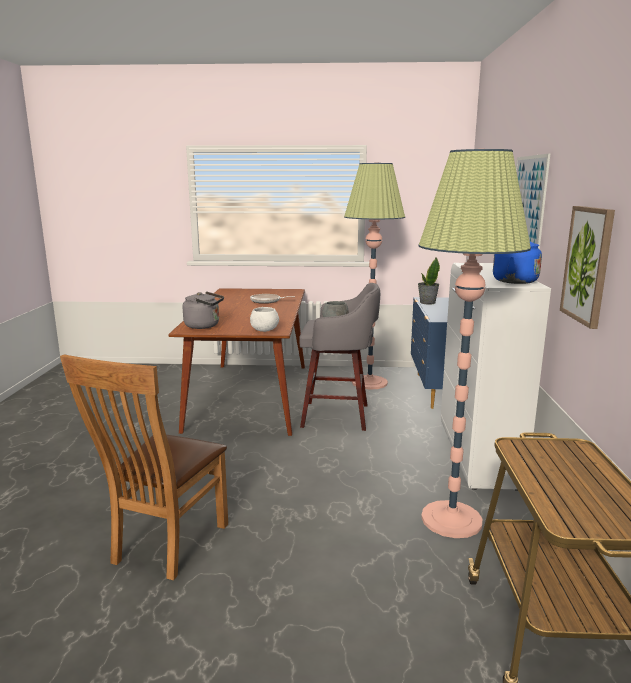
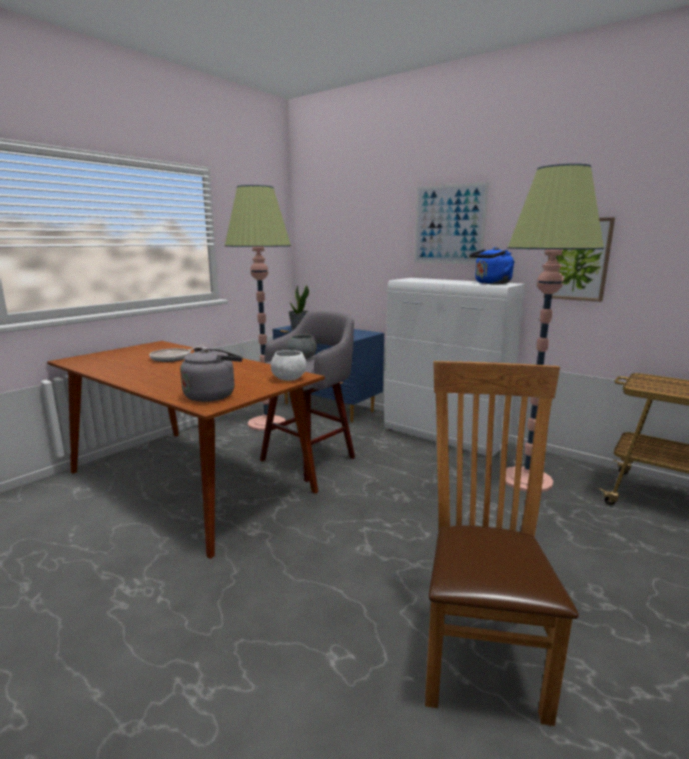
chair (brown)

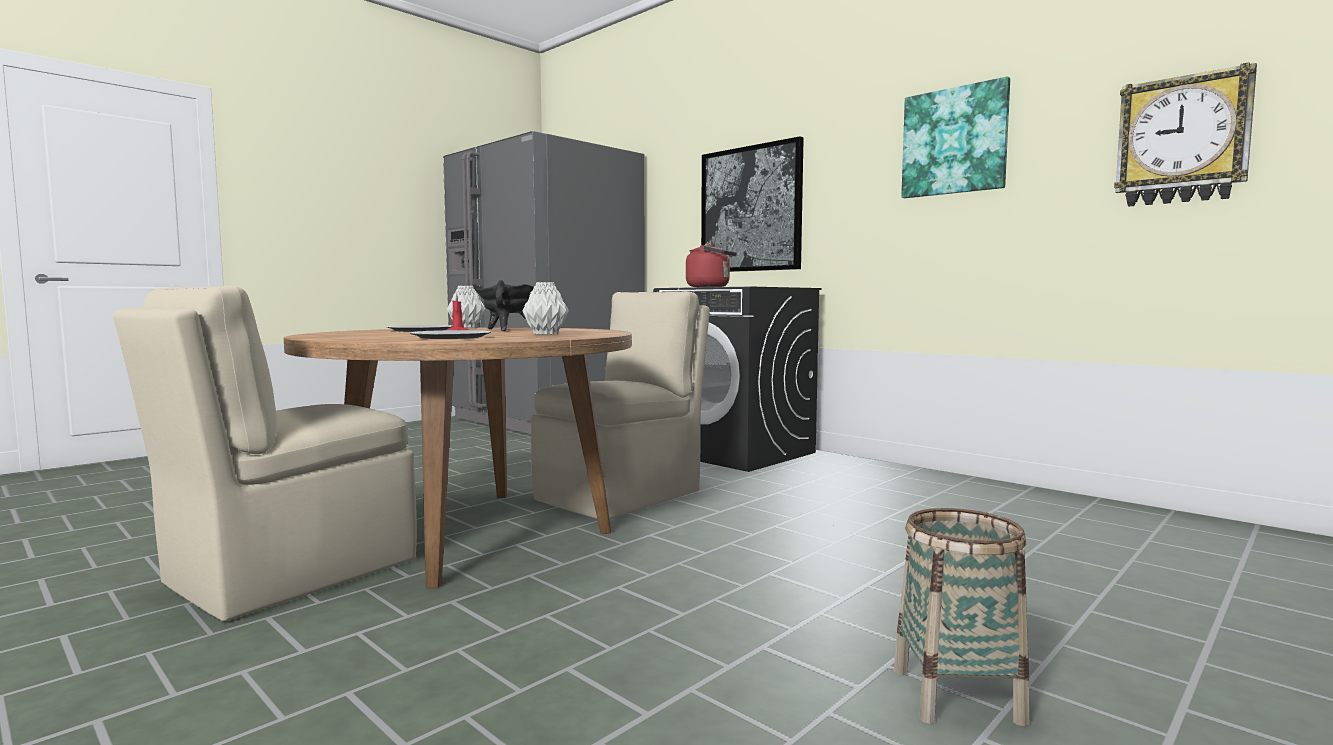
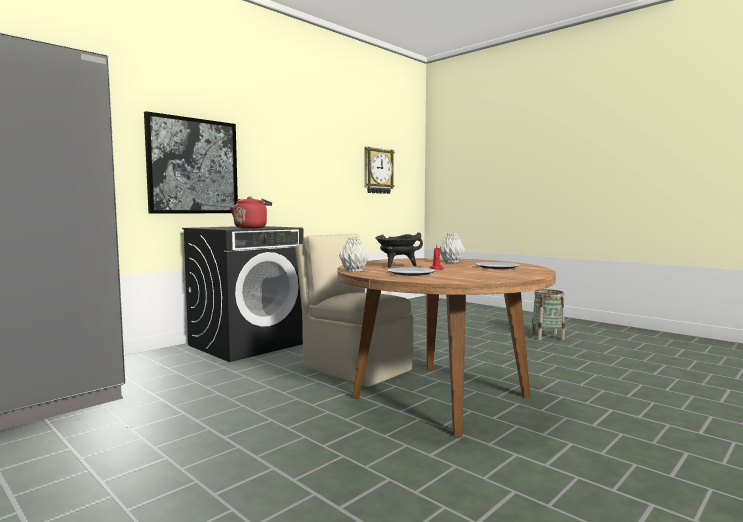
chair (beige) (1st from left in the first image)
picture (2nd from left in the first image)

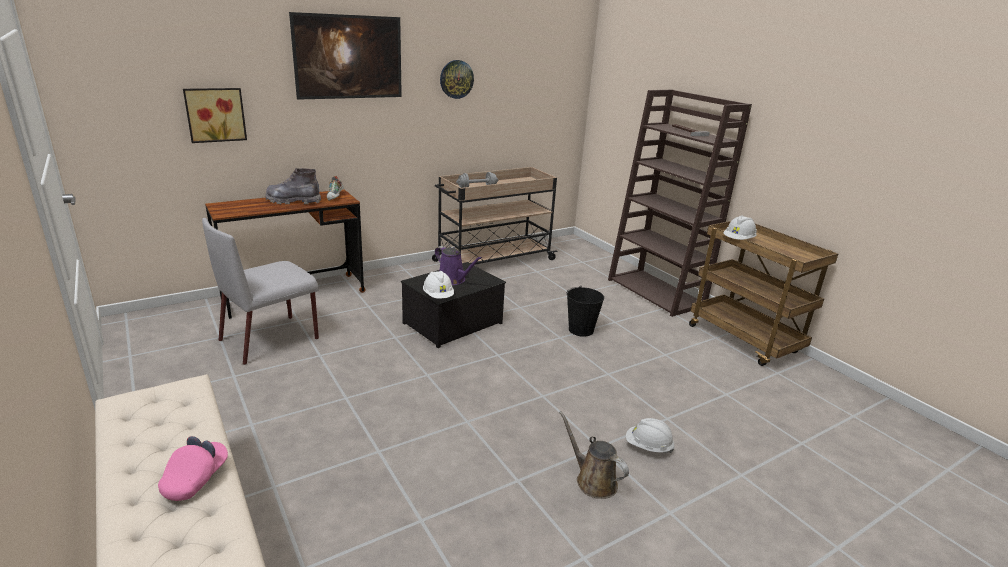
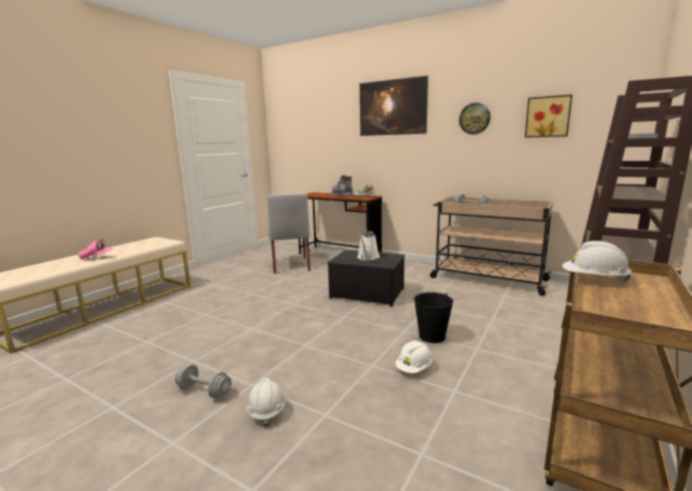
picture (2nd from left)
hard hat (white) (2nd from left)
dumbbell (grey) (1st from left)
watering can (white)
chair (grey)

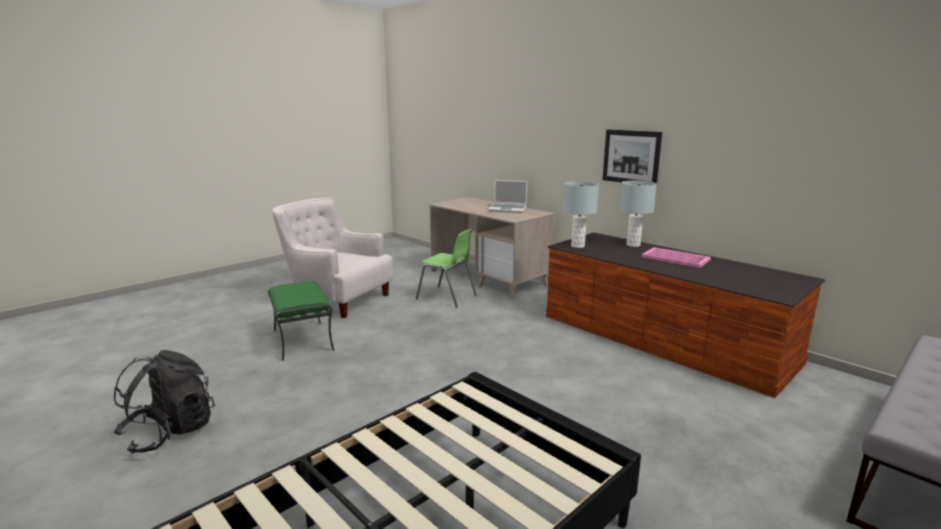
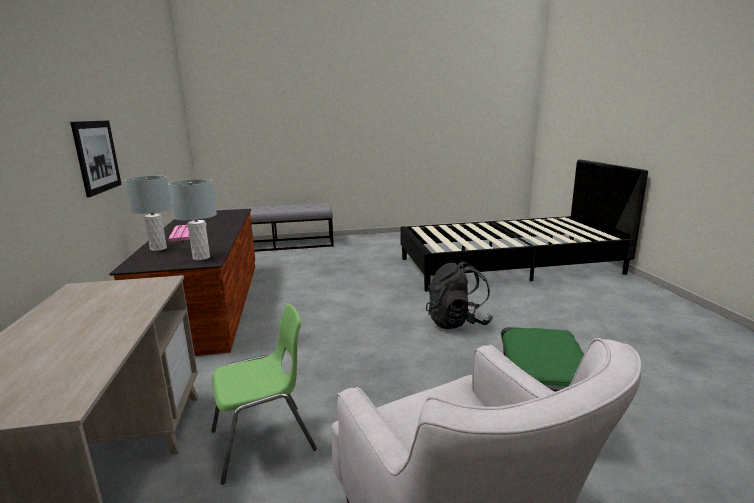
laptop
backpack (black)
chair (green)

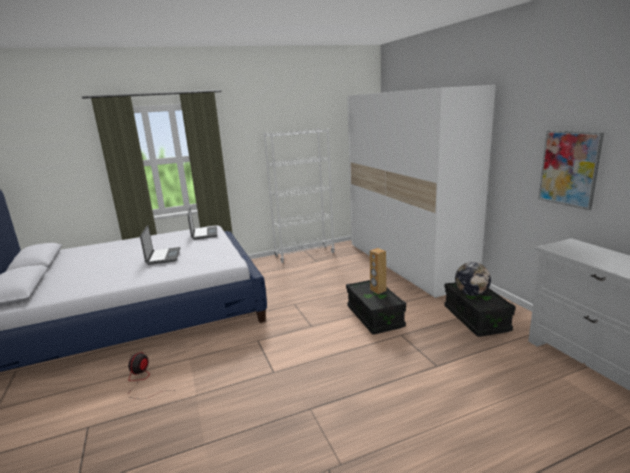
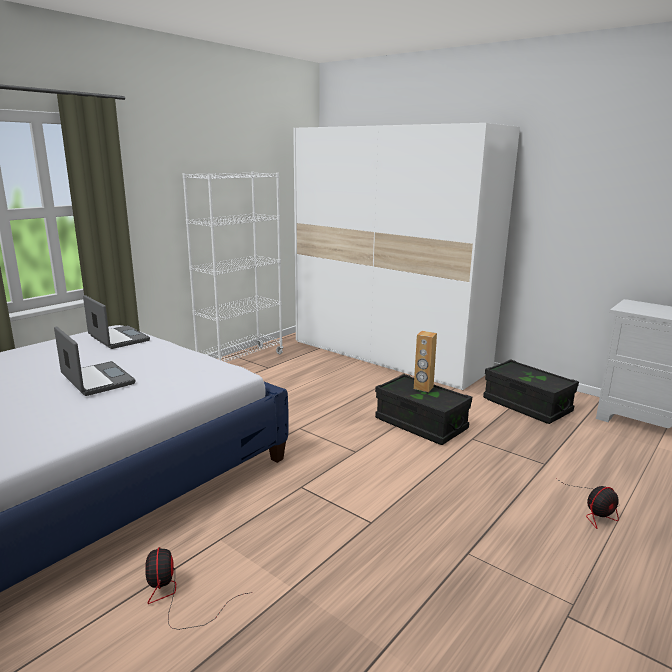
globe
picture
fan (2nd from left)

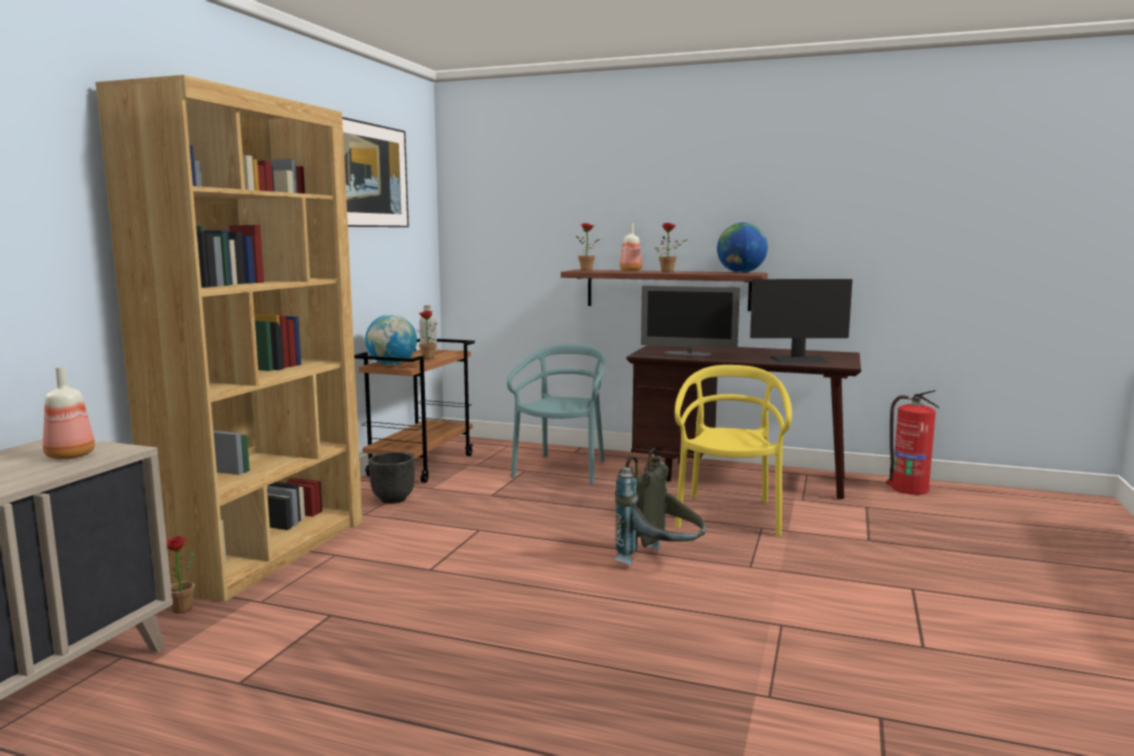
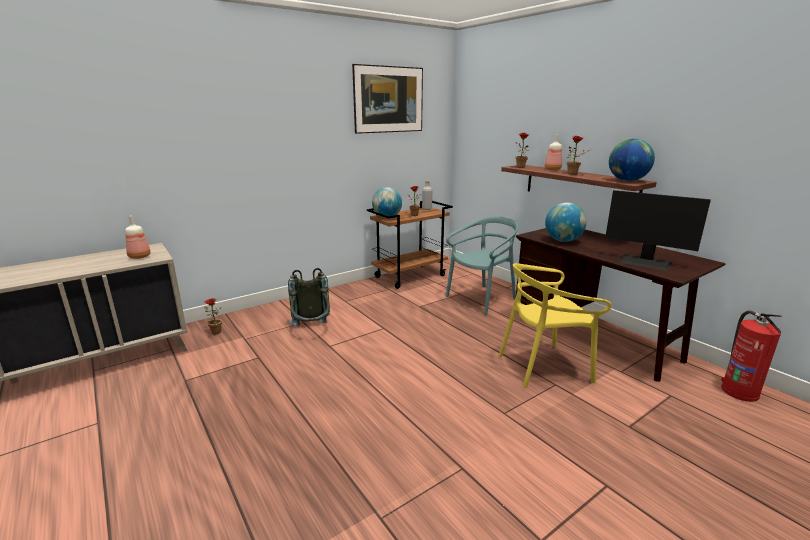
bookcase (brown)
planter (black)
backpack (grey)
globe (2nd from left)
chair (yellow)

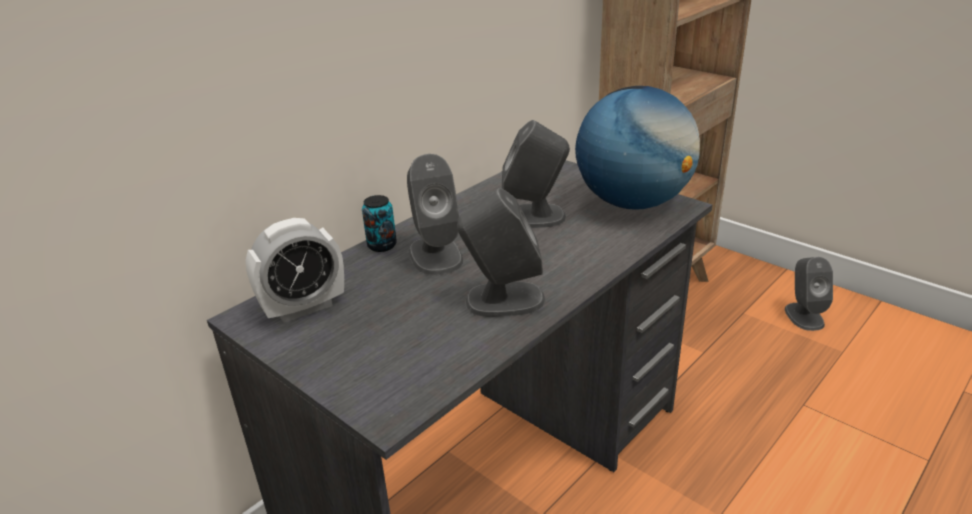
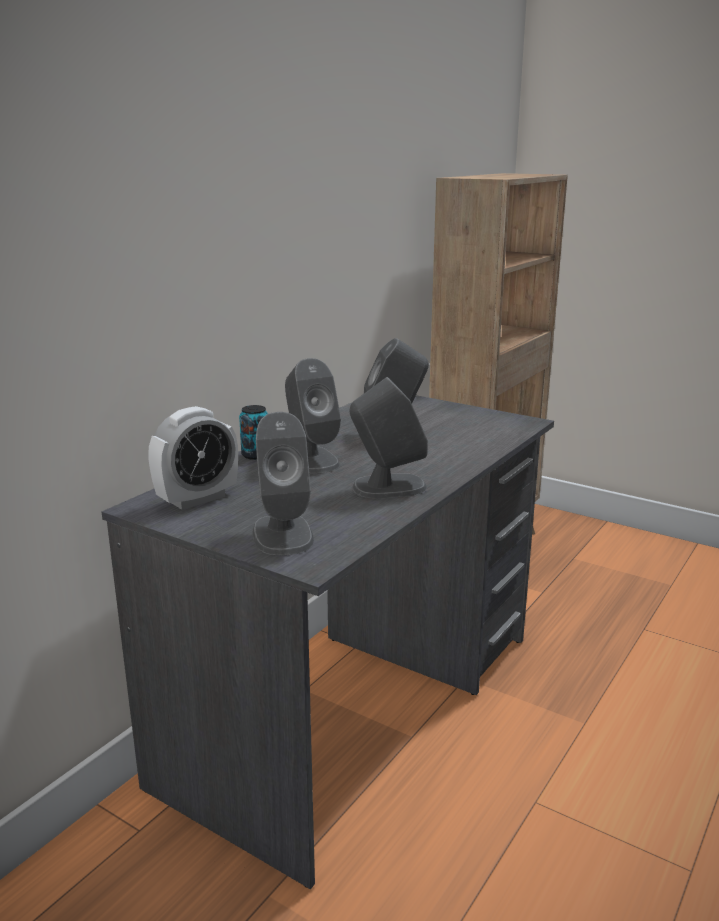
globe
speaker (grey) (1st from left)

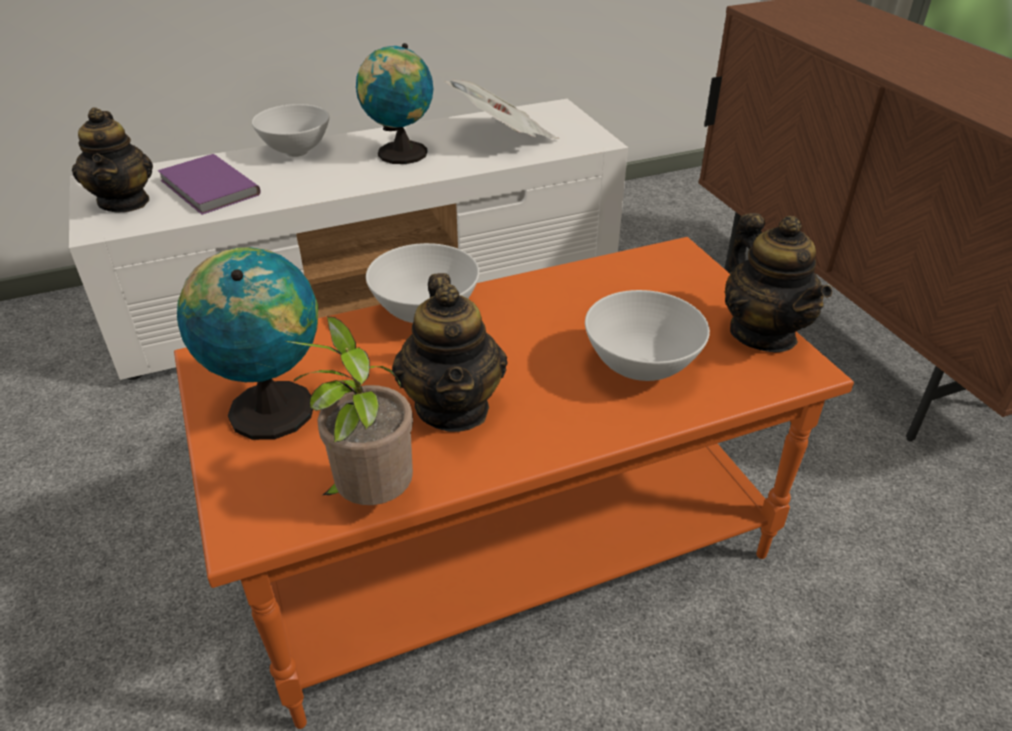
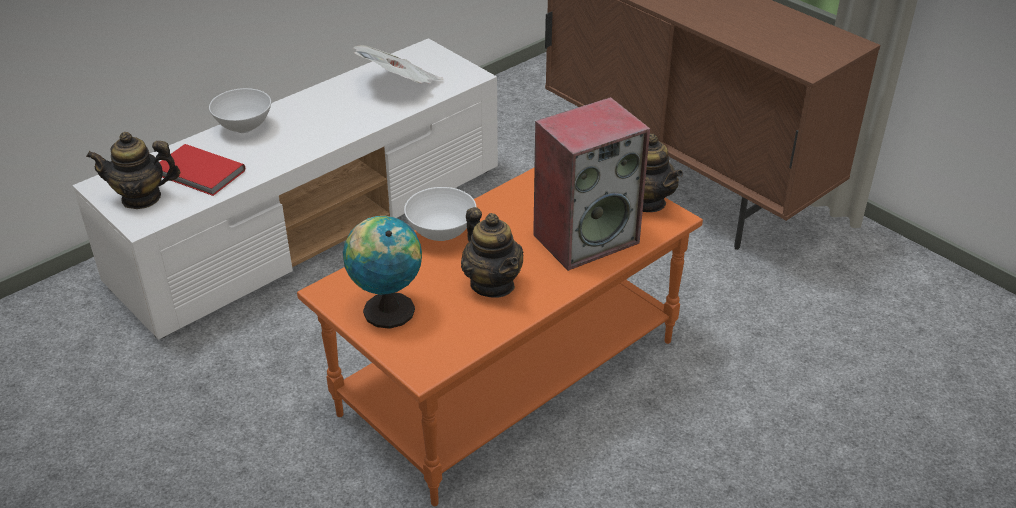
potted plant
globe (2nd from left in the first image)
speaker
book (red)
teapot (1st from left)

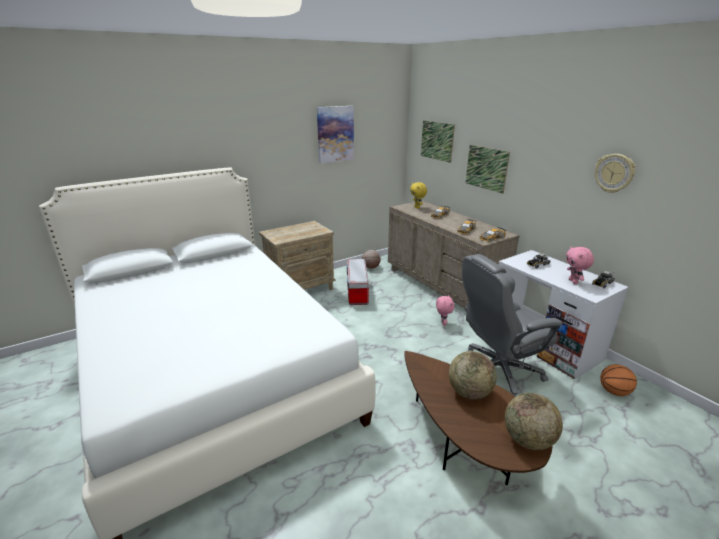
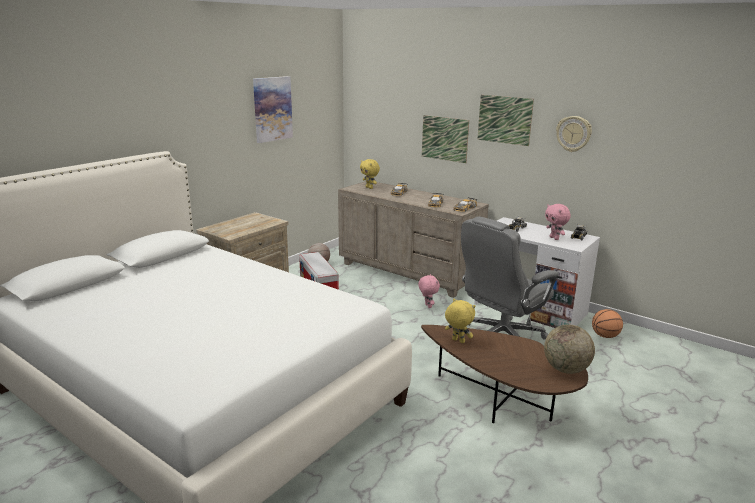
globe (1st from left in the first image)
plush toy (yellow) (2nd from left)
picture (3rd from left)

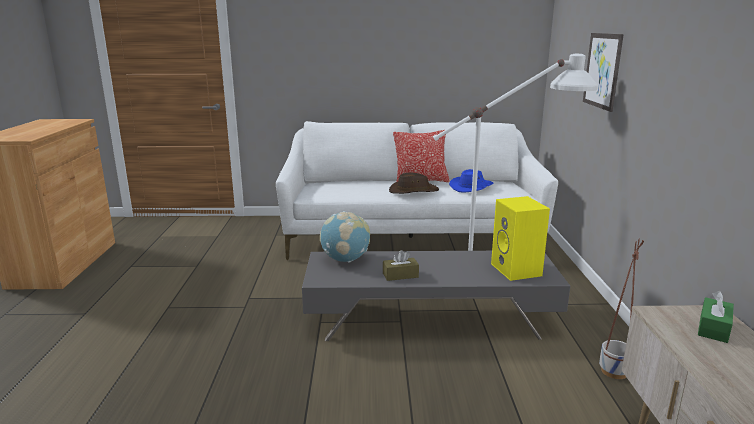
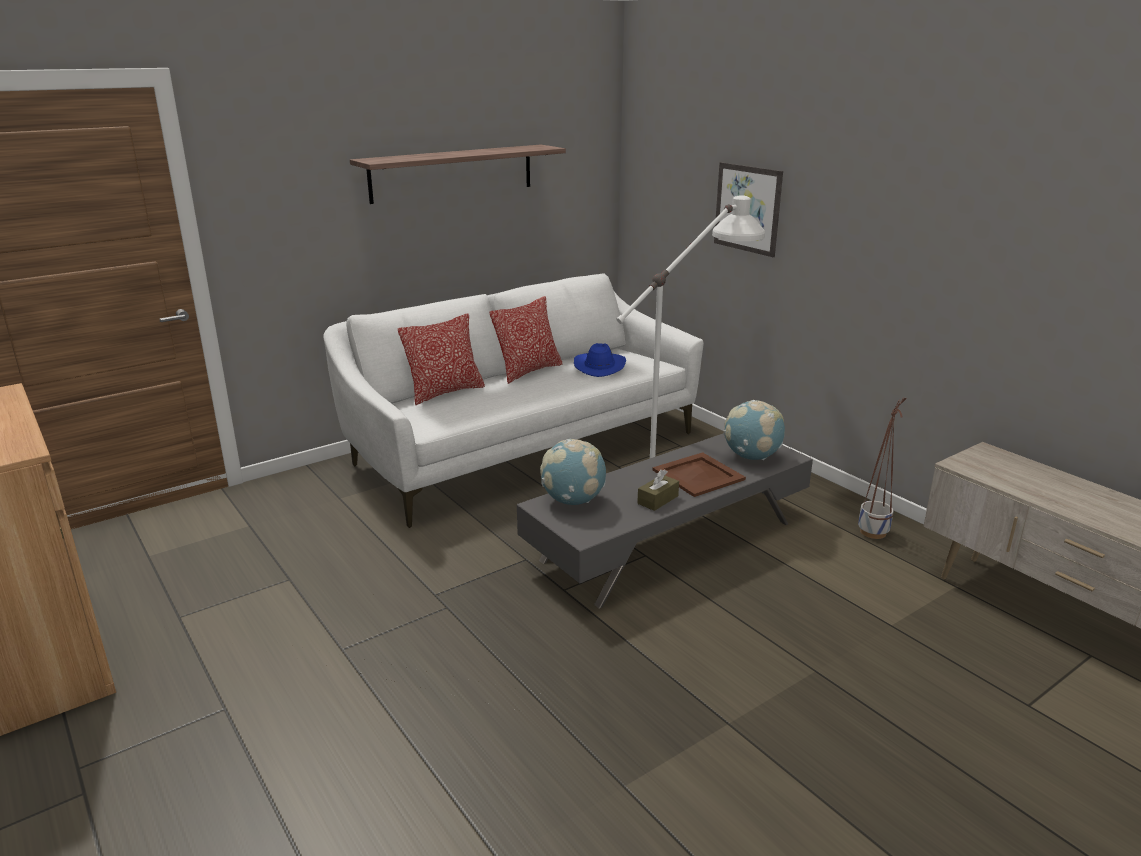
hat (brown)
tissue box (green)
shelf
pillow (1st from left)
tray (brown)
globe (2nd from left)

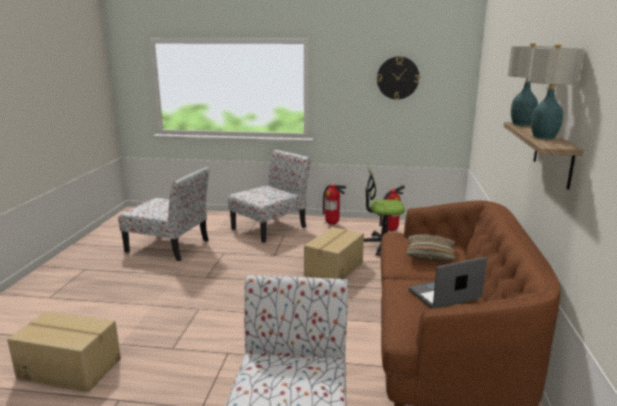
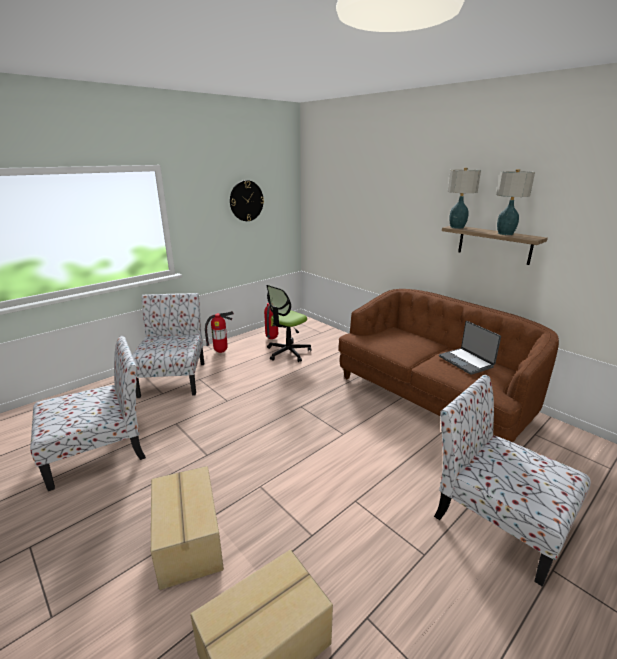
pillow
cardboard box (1st from left)
laptop

